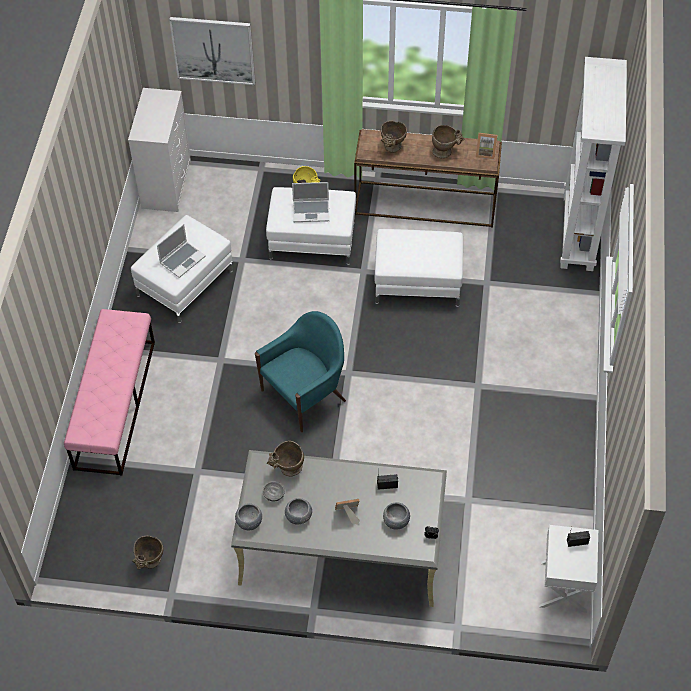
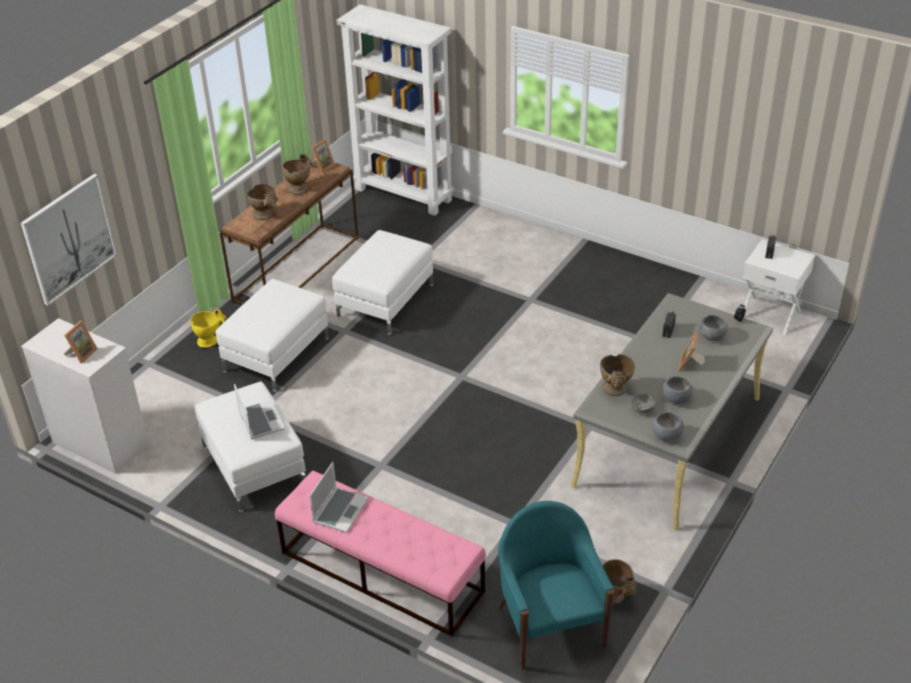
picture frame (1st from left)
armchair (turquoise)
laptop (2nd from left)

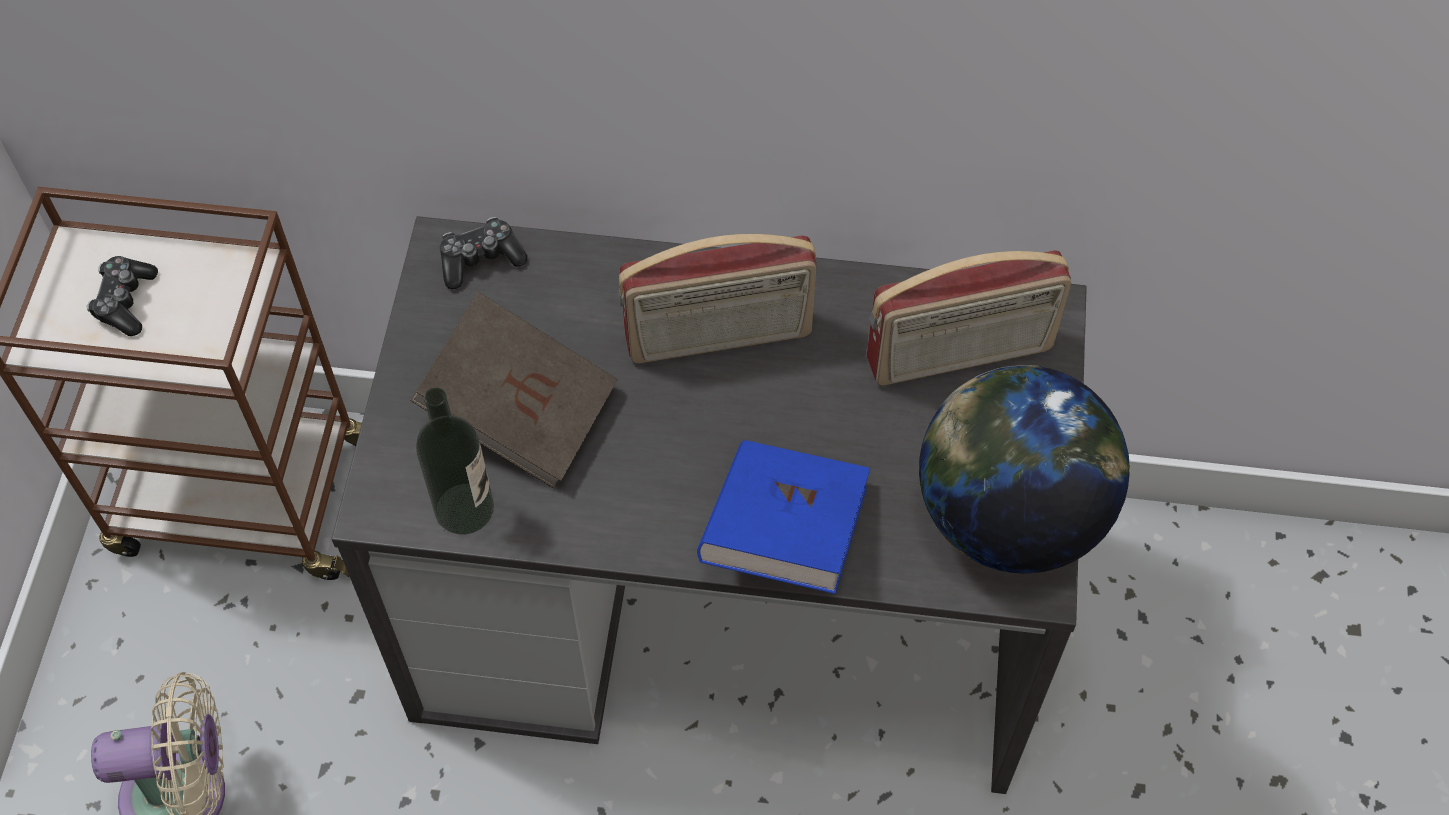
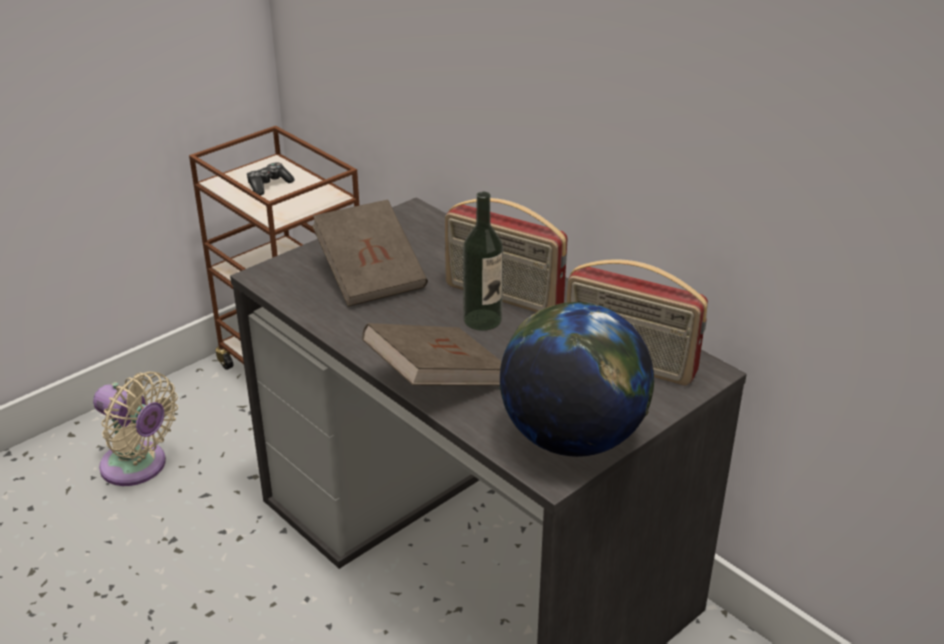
game controller (2nd from left in the first image)
bottle
book (brown) (2nd from left)

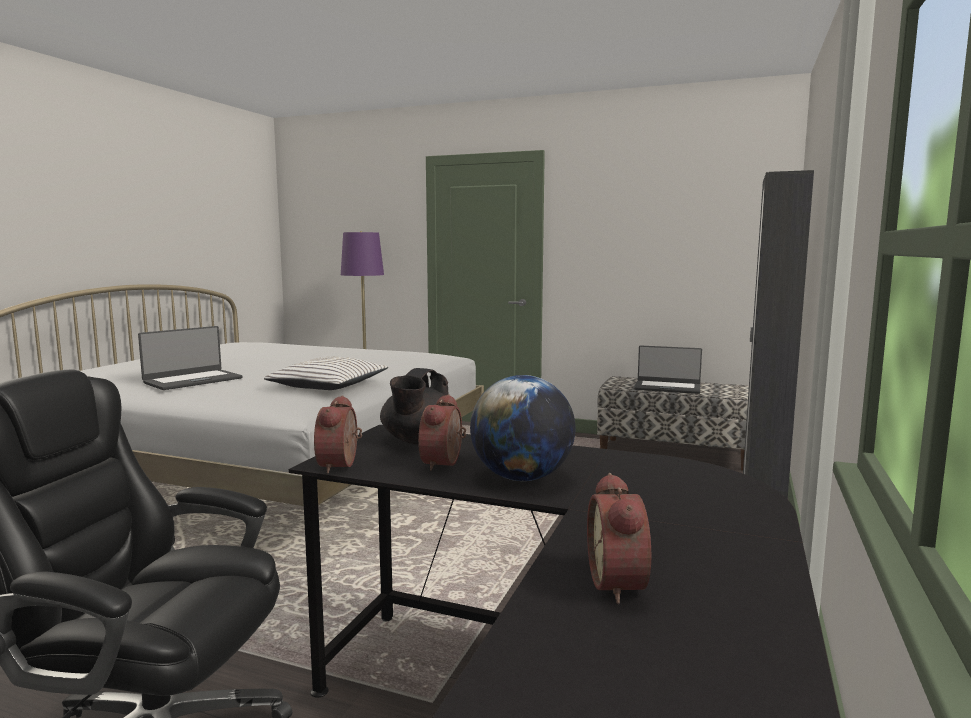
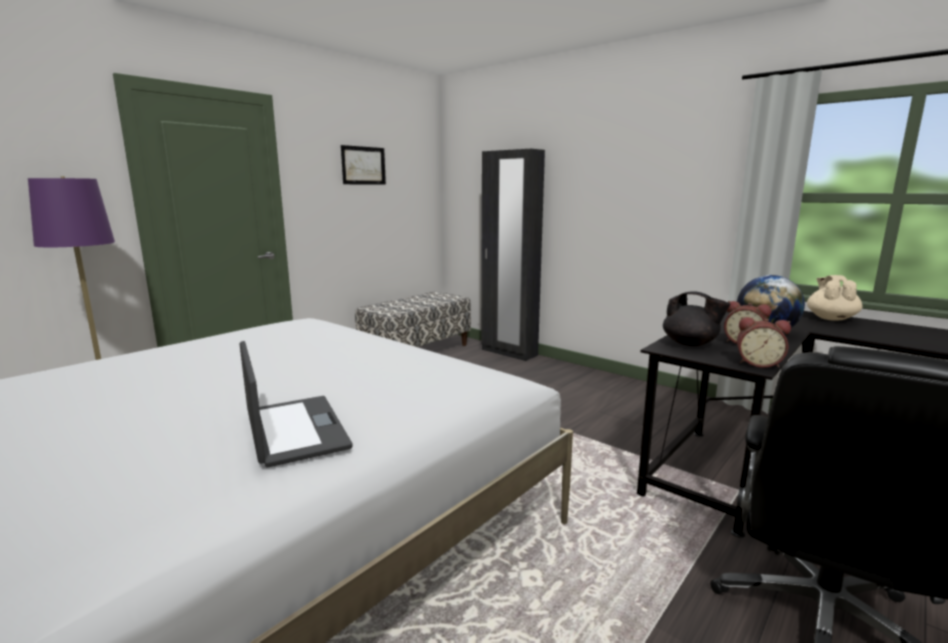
pillow (white)
alarm clock (3rd from left in the first image)
laptop (2nd from left in the first image)
picture
teapot (beige)

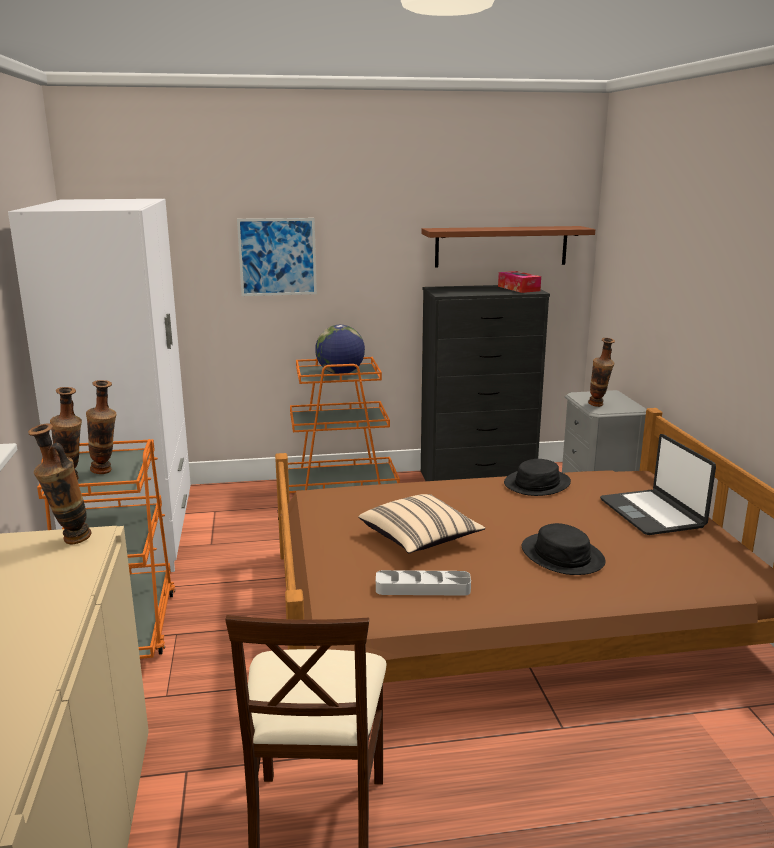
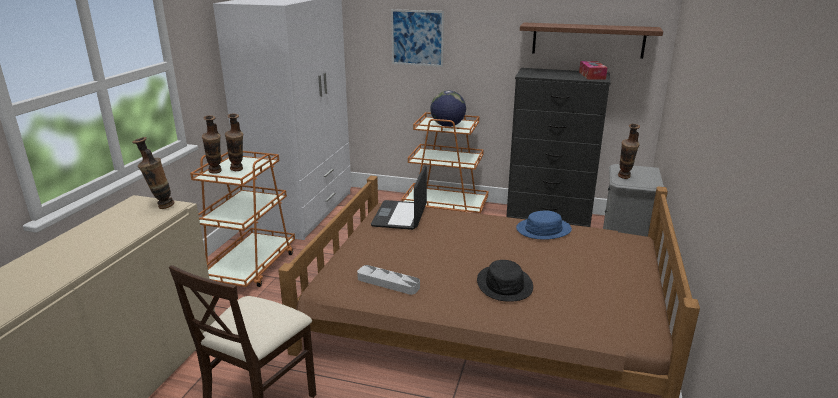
pillow (beige)
laptop
hat (blue)

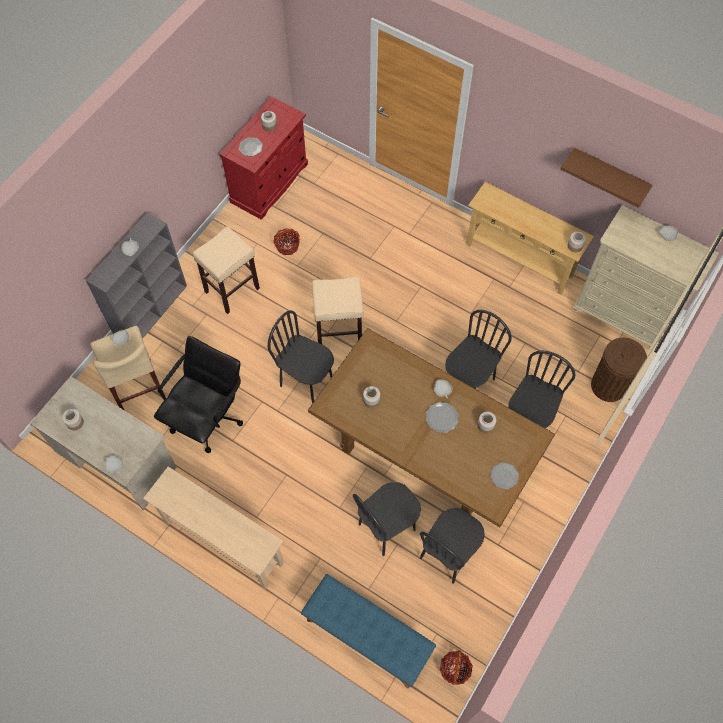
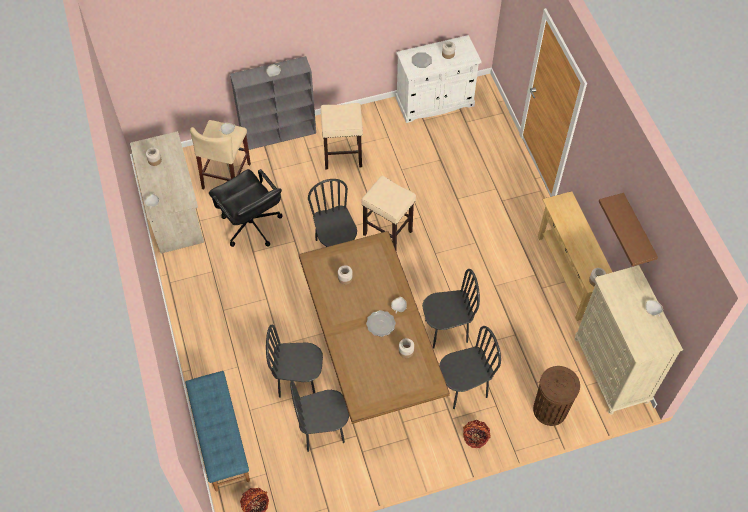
console table (beige) (1st from left in the first image)
plate (3rd from left in the first image)
basket (2nd from left)
cabinet (white)
office chair (black)

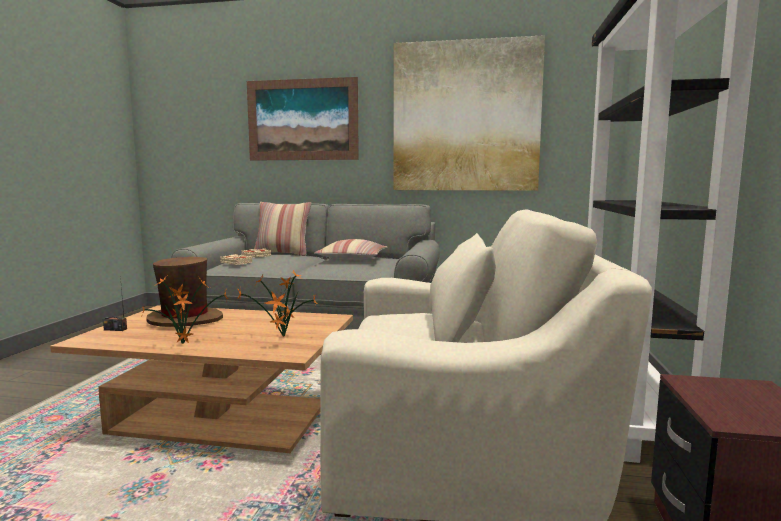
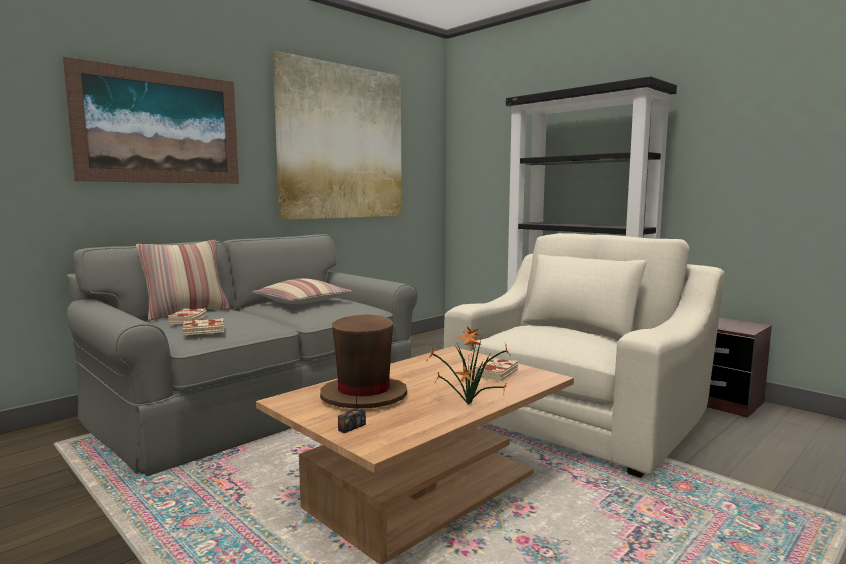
book (beige) (3rd from left)

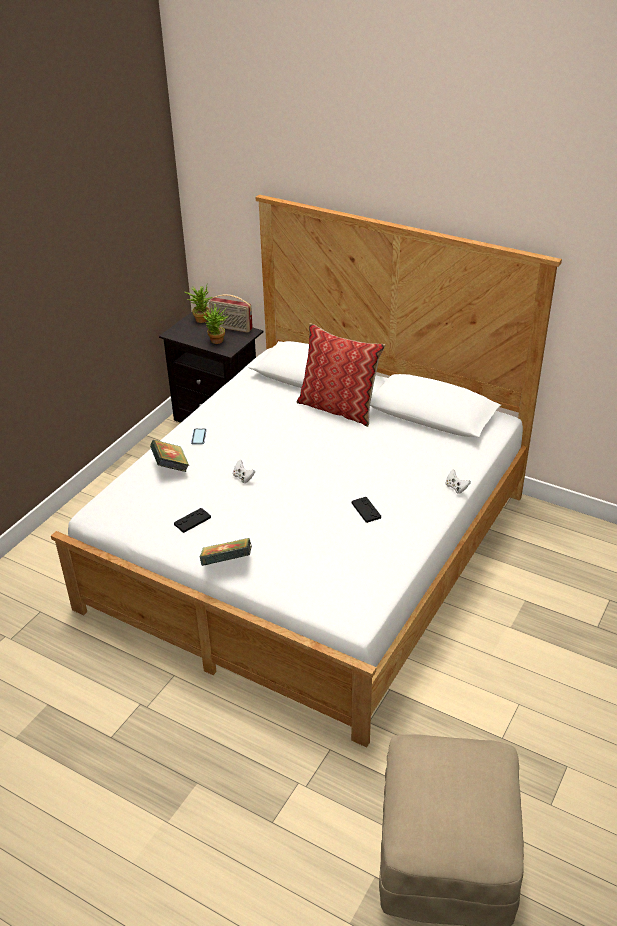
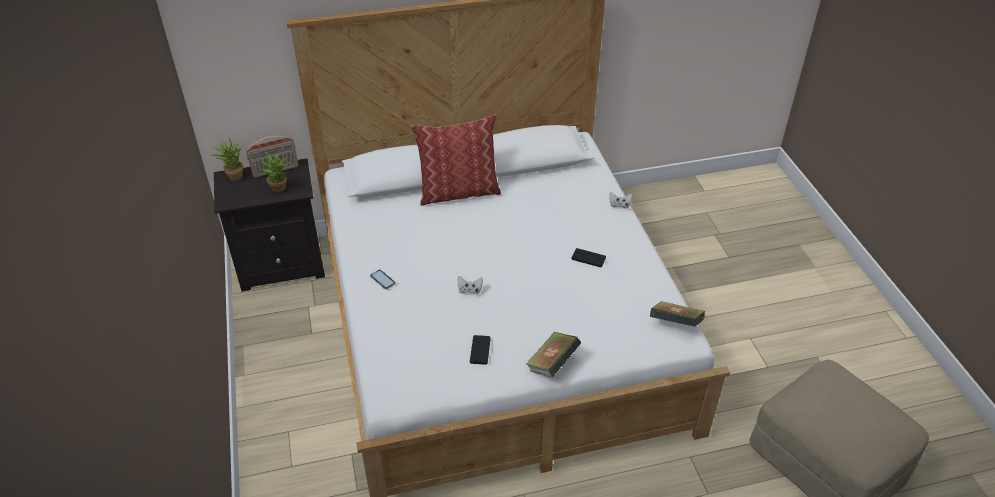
book (2nd from left)

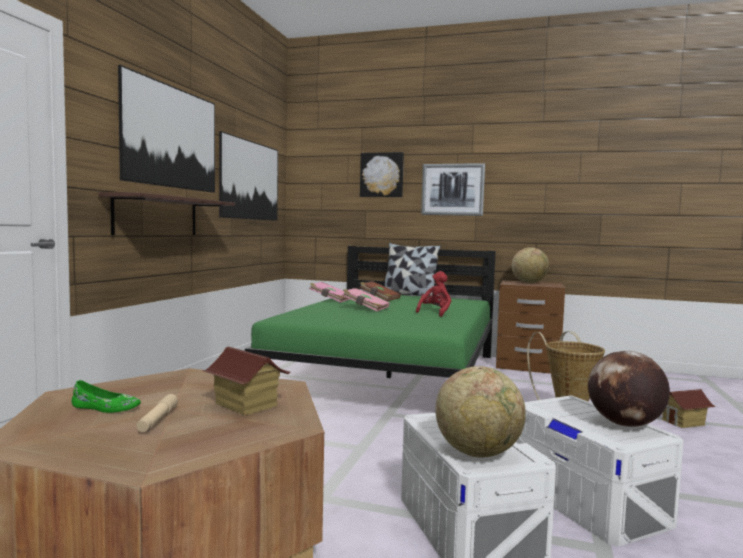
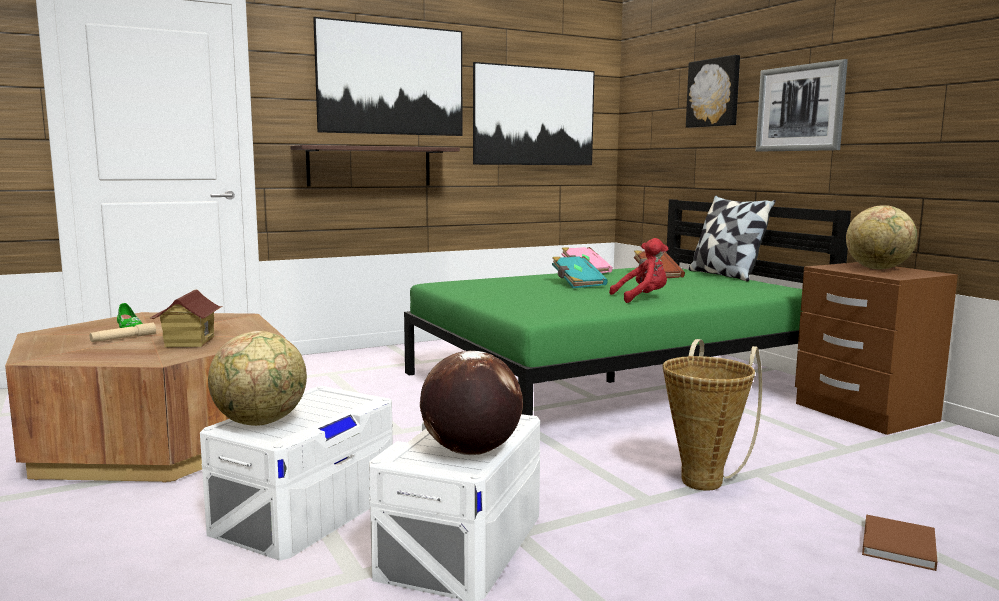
book (brown) (2nd from left)
book (turquoise)

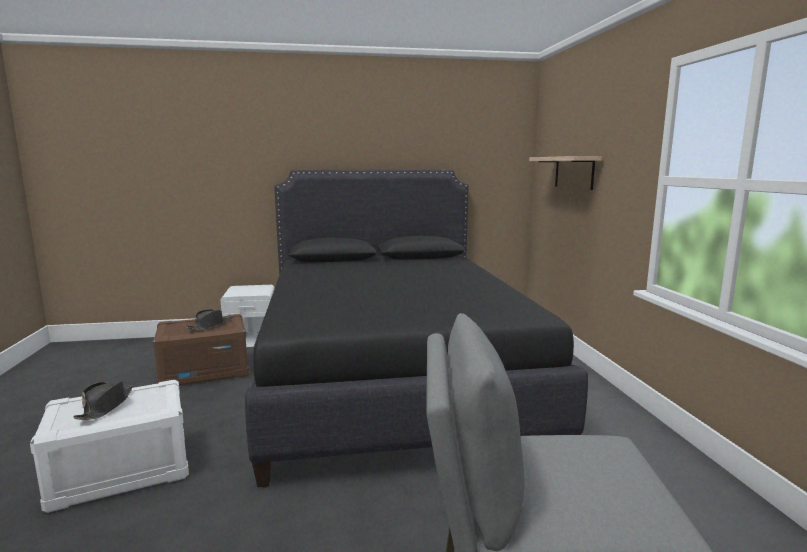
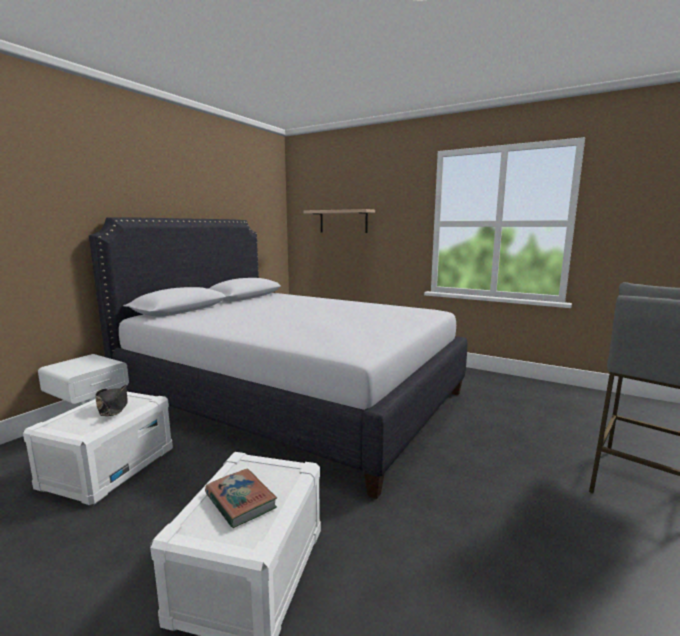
book
storage box (white) (1st from left)
bed (white)

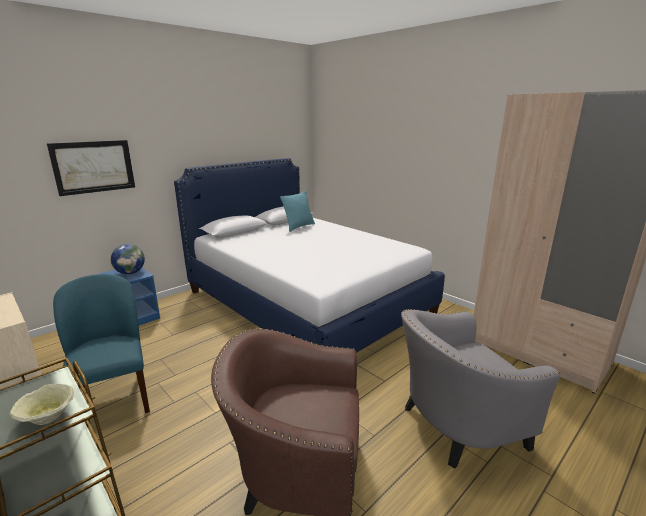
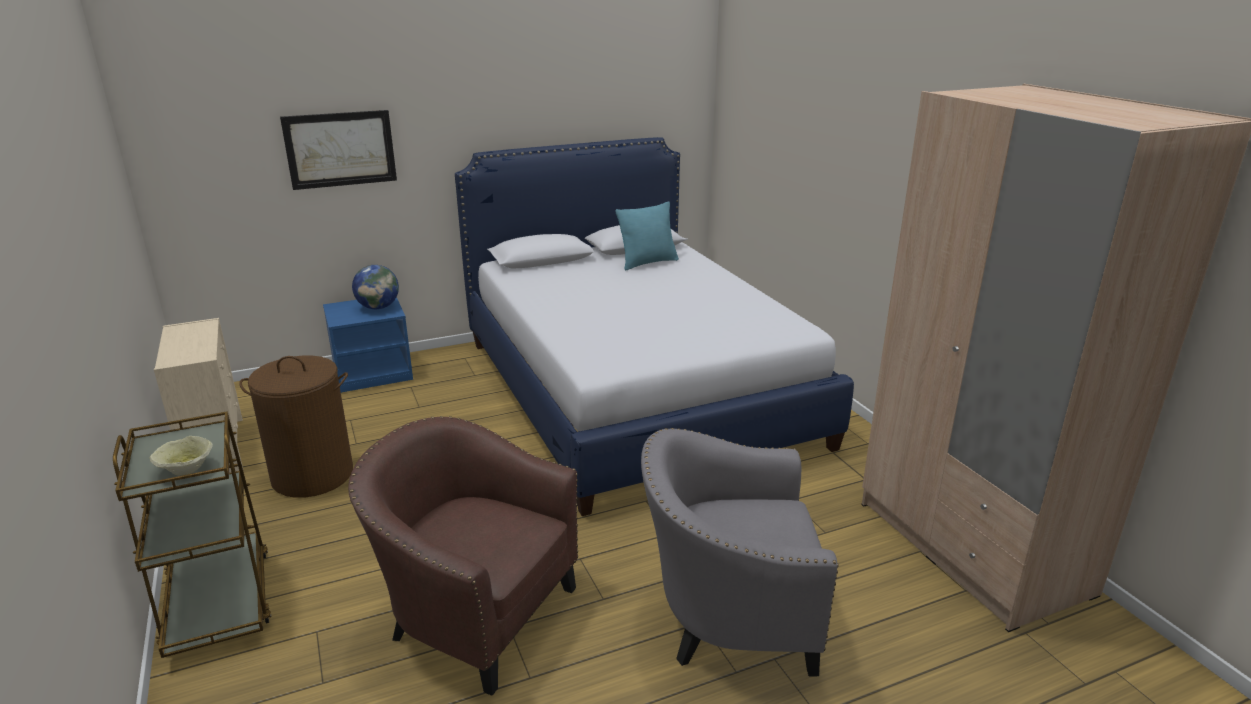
laundry basket (brown)

